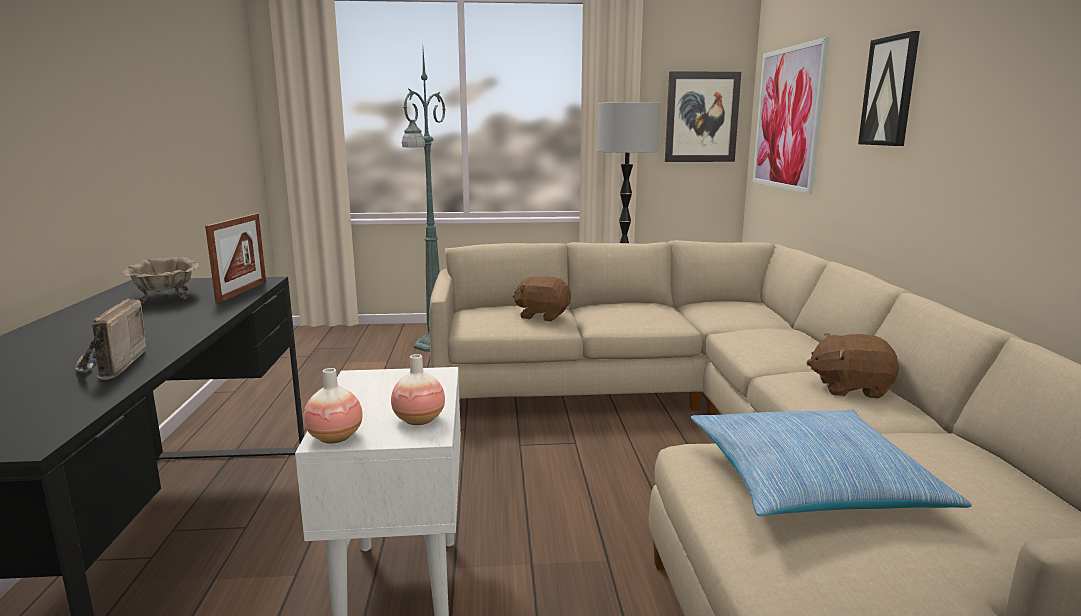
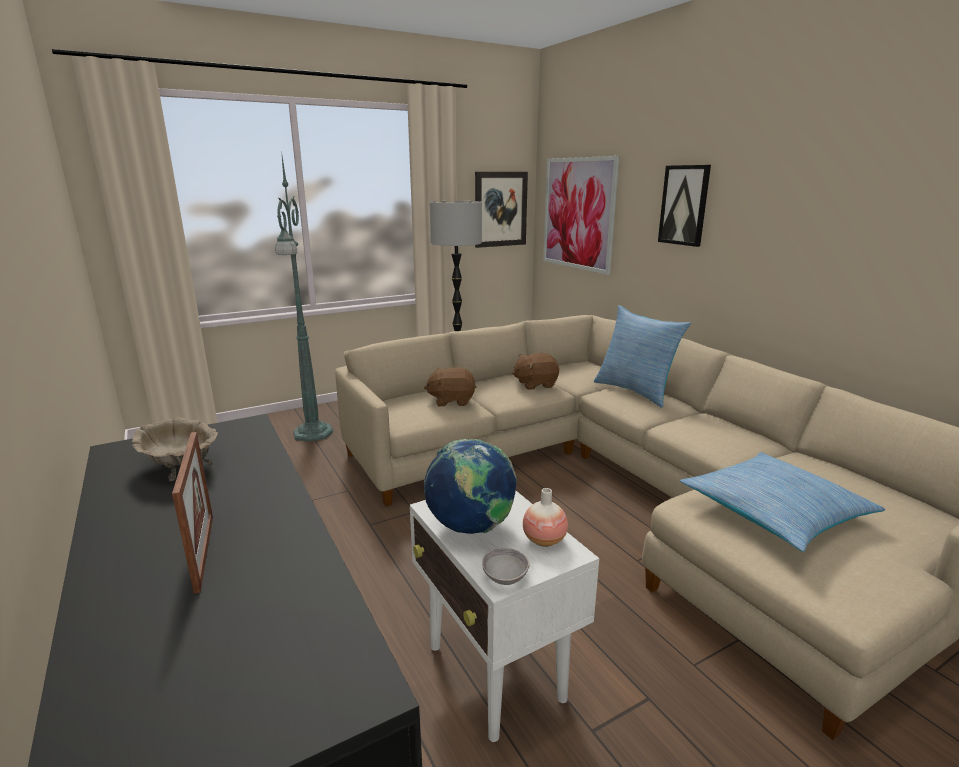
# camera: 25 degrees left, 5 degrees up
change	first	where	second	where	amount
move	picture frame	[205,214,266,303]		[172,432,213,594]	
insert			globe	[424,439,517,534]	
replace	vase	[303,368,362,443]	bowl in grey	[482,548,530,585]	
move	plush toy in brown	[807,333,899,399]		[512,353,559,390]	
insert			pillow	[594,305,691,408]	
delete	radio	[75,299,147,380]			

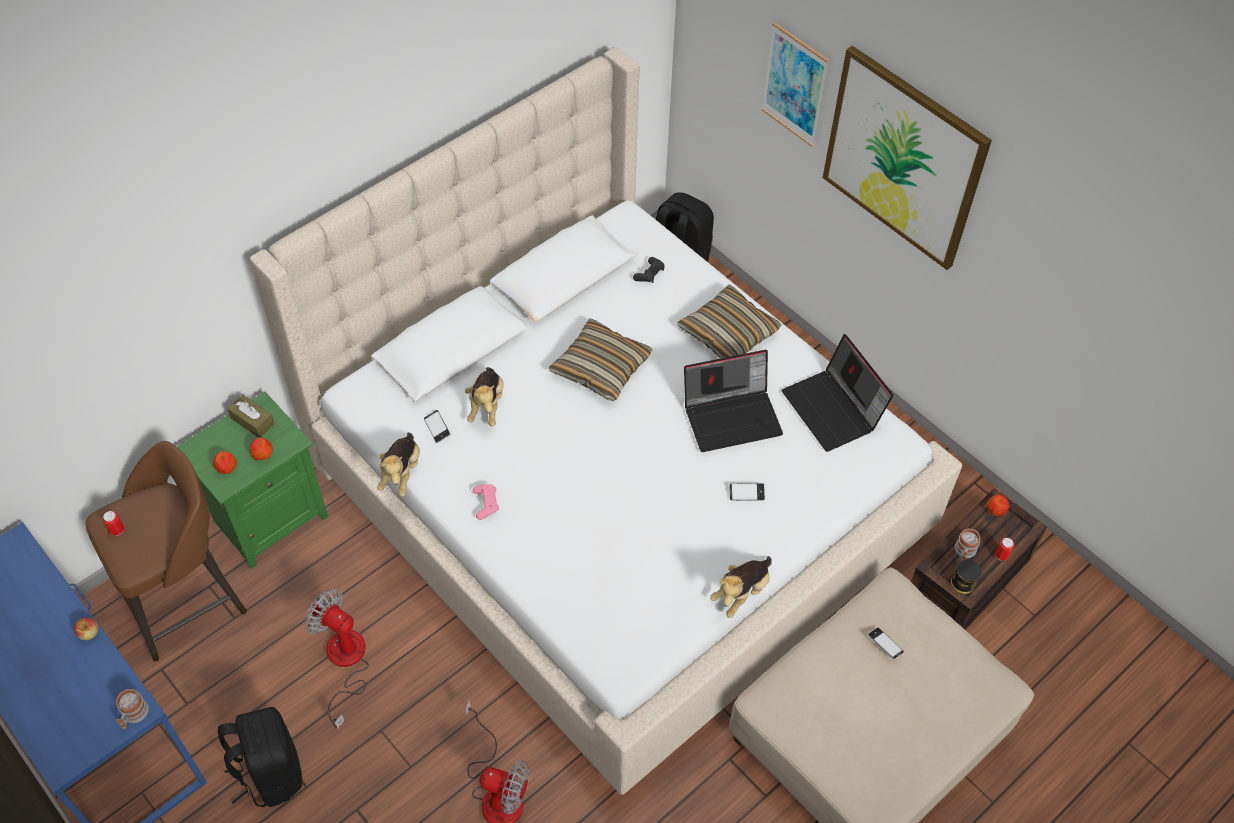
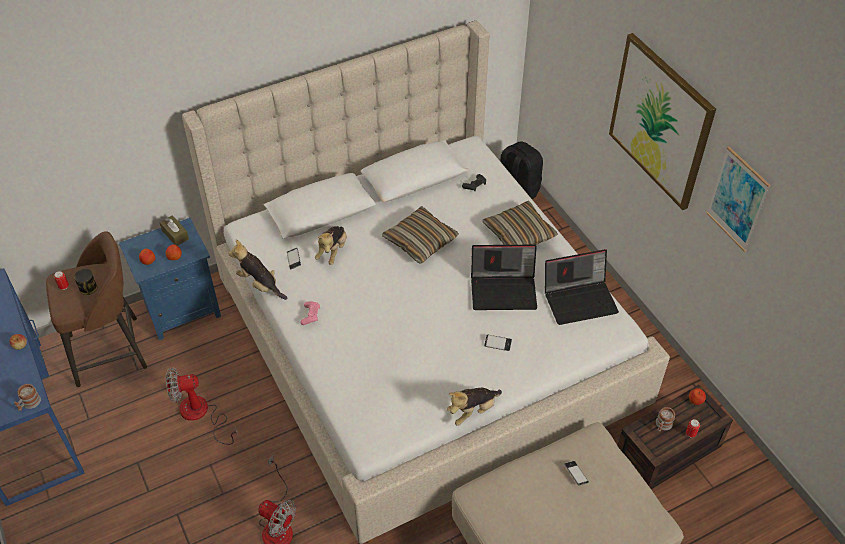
# camera: 15 degrees right, 5 degrees down
change	first	where	second	where	amount
move	can	[951,559,981,594]		[74,269,98,295]	
recolor	nightstand in green	[177,392,328,569]	nightstand in blue	[119,218,221,340]	
rotate	fan	[305,589,369,729]		[166,367,238,445]	60 degrees counterclockwise
rotate	plush toy	[377,432,420,497]		[229,240,288,300]	105 degrees clockwise
rotate	laptop	[781,334,893,452]		[545,249,619,325]	90 degrees counterclockwise
move	picture	[761,22,829,147]		[706,147,771,252]	
delete	backpack in black	[218,707,302,807]			

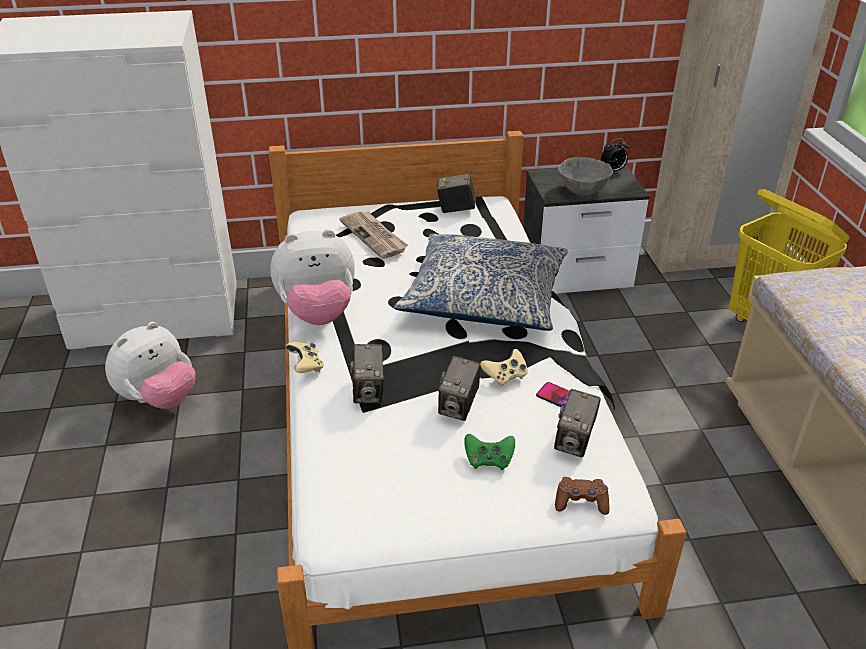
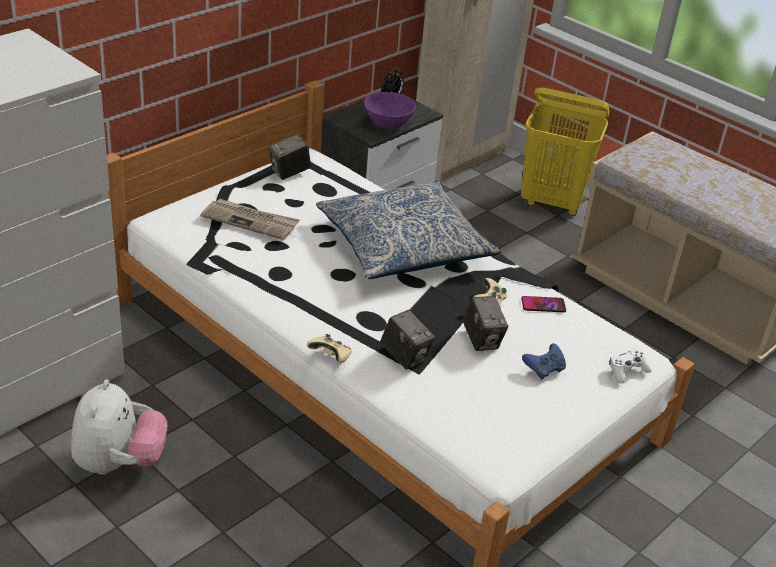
# camera: 40 degrees left, 0 degrees up
change	first	where	second	where	amount
recolor	bowl in grey	[558,157,613,195]	bowl in purple	[364,92,416,129]	
recolor	game controller in green	[464,434,515,470]	game controller in blue	[522,343,566,380]	
recolor	game controller in brown	[555,477,610,515]	game controller in white	[609,349,652,383]	
delete	plush toy	[270,229,355,325]			
delete	photo camera	[554,389,601,458]			

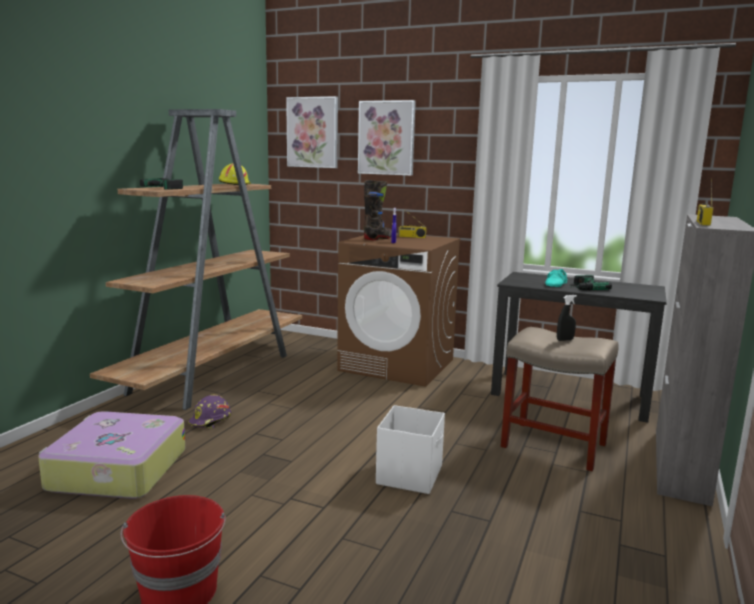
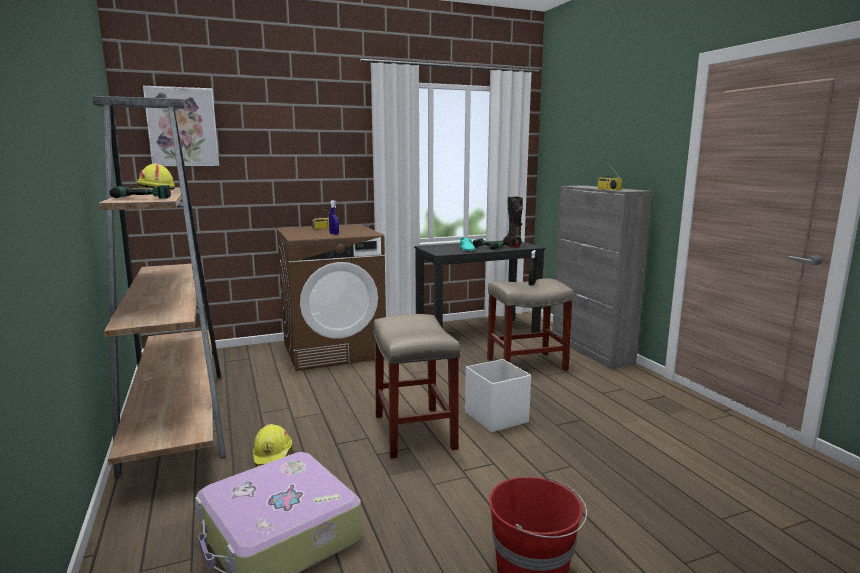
# camera: 45 degrees left, 0 degrees up
change	first	where	second	where	amount
recolor	hard hat in purple	[188,395,231,429]	hard hat in yellow	[253,424,293,466]	
insert			stool in beige	[373,314,460,459]	
move	boot in black	[364,180,392,241]		[503,197,523,248]	
delete	picture	[358,100,416,176]			

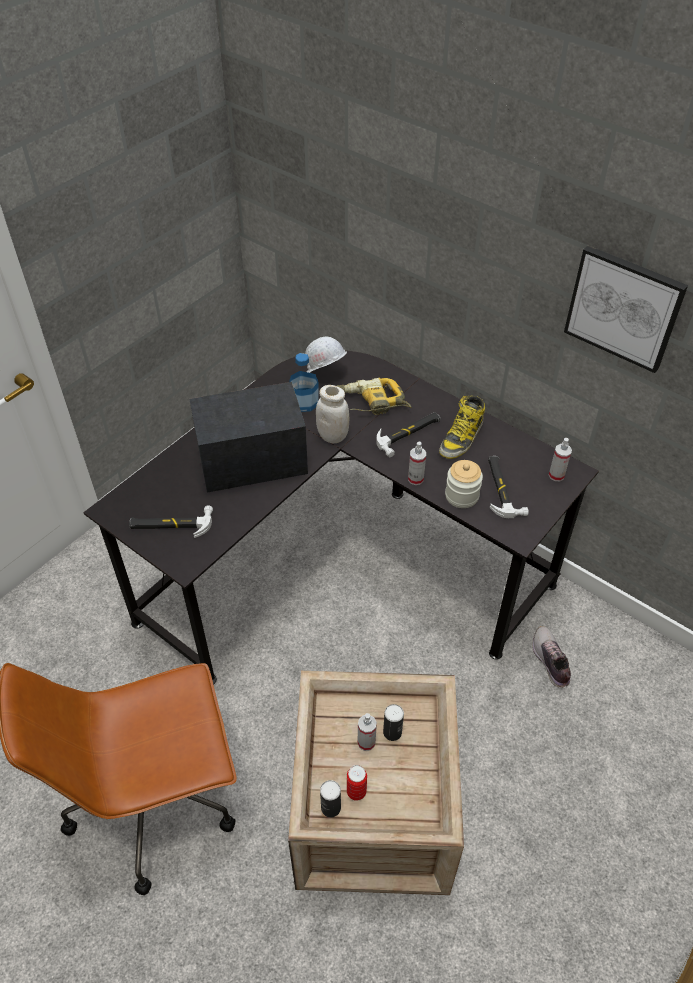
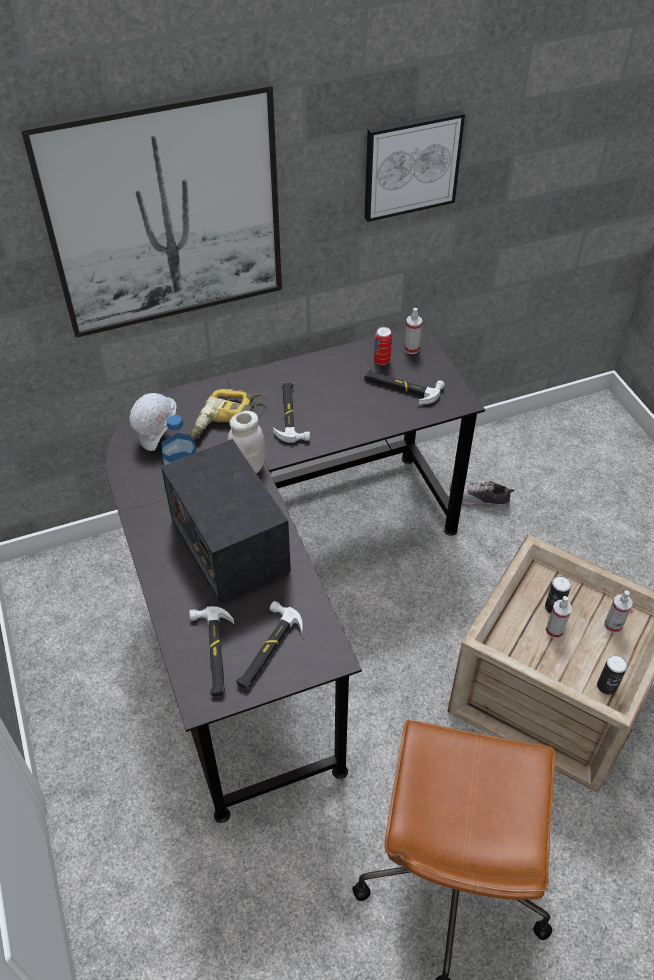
# camera: 60 degrees left, 0 degrees up
change	first	where	second	where	amount
insert			picture	[20,81,282,338]	
rotate	radio	[189,382,308,493]		[161,439,291,603]	45 degrees counterclockwise
insert			hammer	[189,606,234,696]	
move	can	[347,765,367,801]		[374,327,392,365]	
move	spray bottle	[408,442,426,485]		[604,590,633,633]	
delete	boot	[439,396,485,459]			
delete	jar	[445,460,483,508]			

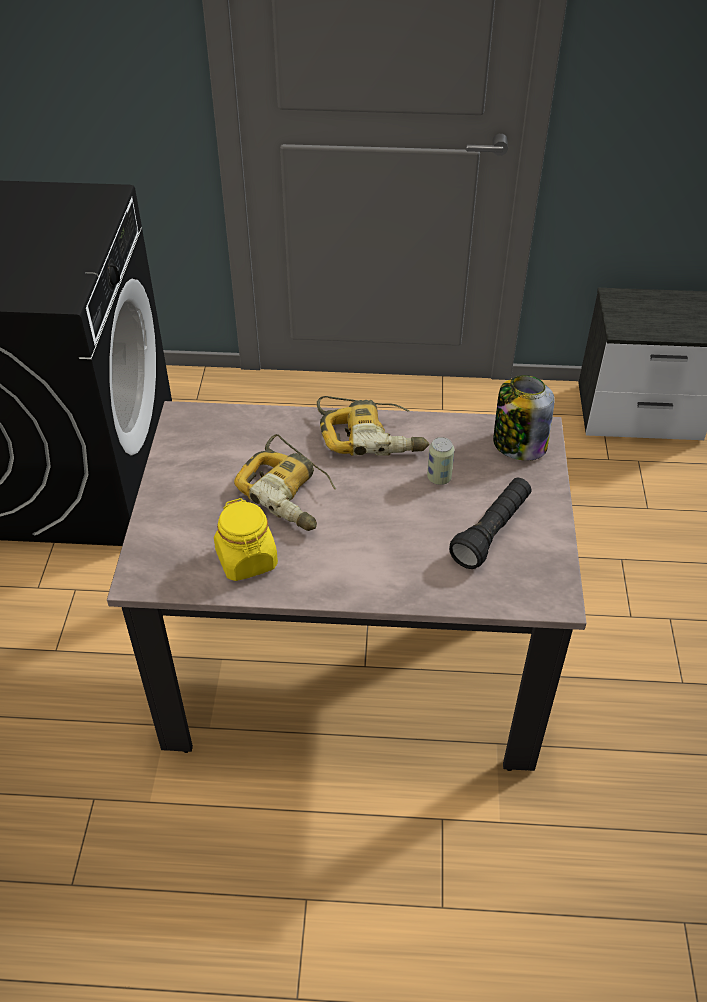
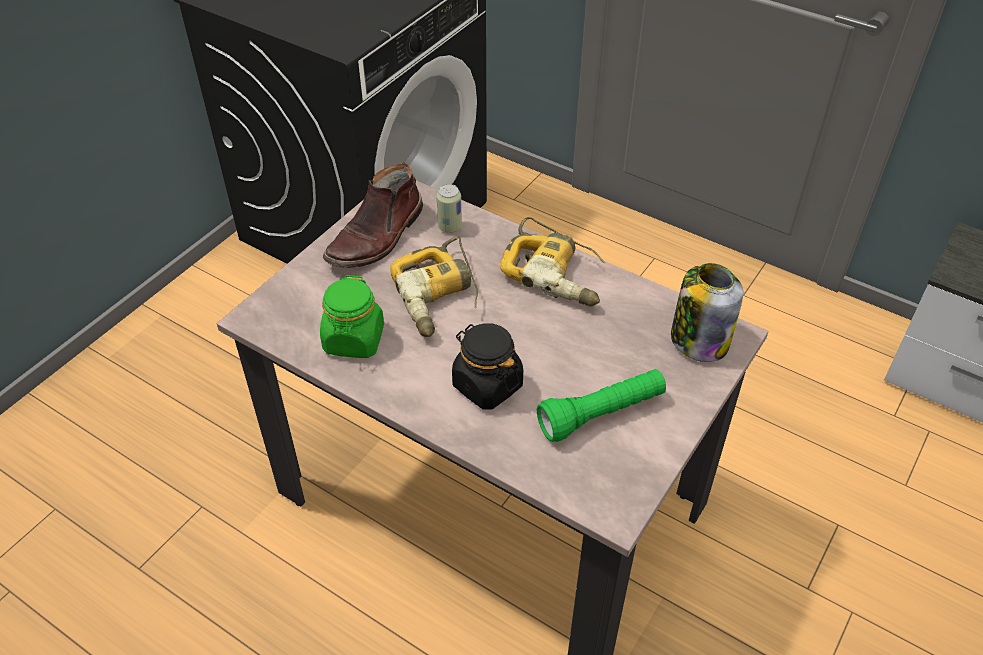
# camera: 30 degrees right, 0 degrees up
change	first	where	second	where	amount
recolor	jar in yellow	[214,498,278,581]	jar in green	[320,275,384,358]	
insert			boot in brown	[323,163,423,268]	
move	can	[427,437,454,485]		[436,184,462,233]	
insert			jar in black	[452,323,523,410]	
recolor	flashlight in black	[449,478,531,569]	flashlight in green	[537,369,666,442]	

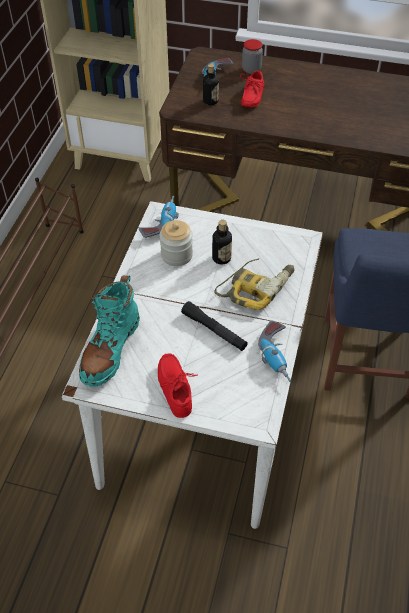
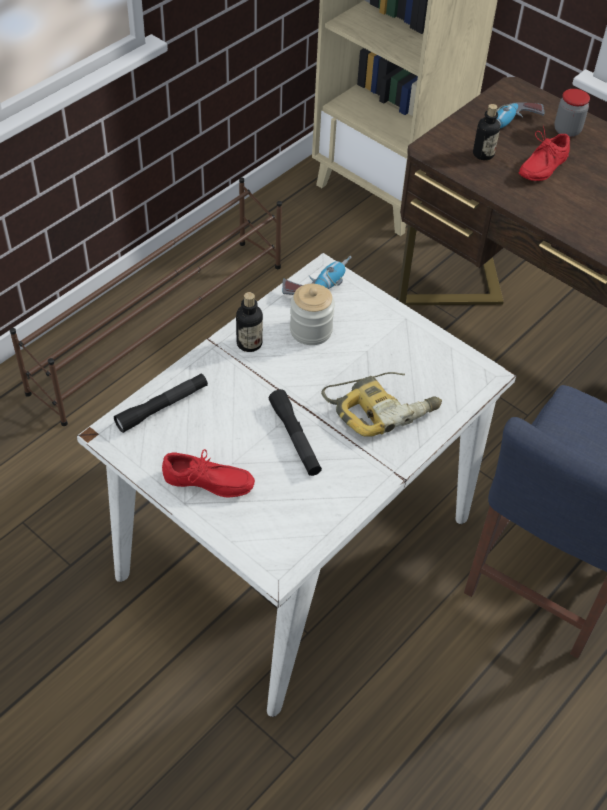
# camera: 25 degrees right, 0 degrees up
change	first	where	second	where	amount
replace	boot in turquoise	[79,276,140,387]	flashlight in black	[114,373,208,433]	
rotate	shoe in red	[158,354,198,418]		[162,449,255,497]	90 degrees clockwise
move	bottle	[212,220,232,265]		[236,292,263,352]	
delete	power drill	[258,320,291,382]			

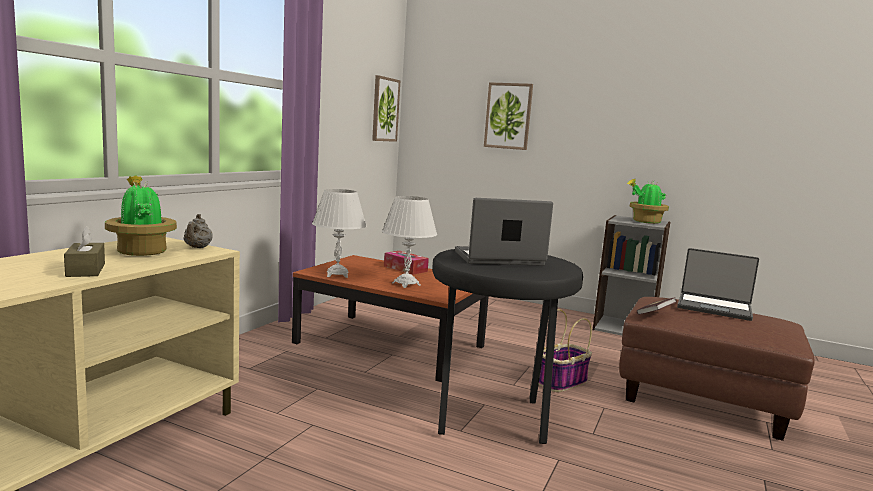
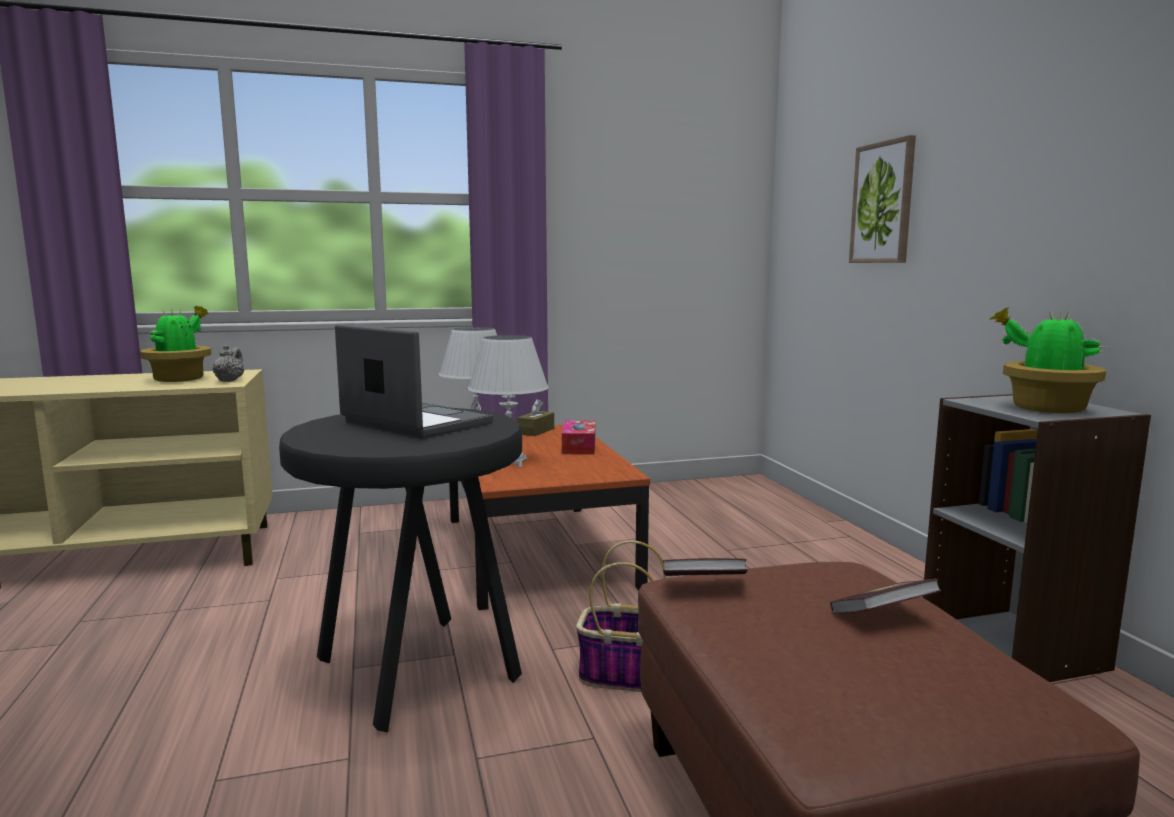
# camera: 50 degrees right, 0 degrees up
change	first	where	second	where	amount
rotate	teapot in grey	[183,214,213,248]		[213,345,244,382]	135 degrees clockwise
move	tissue box in brown	[64,226,105,277]		[517,399,554,436]	
replace	laptop	[677,248,759,321]	book	[830,579,942,614]	
delete	picture	[372,75,400,142]			

